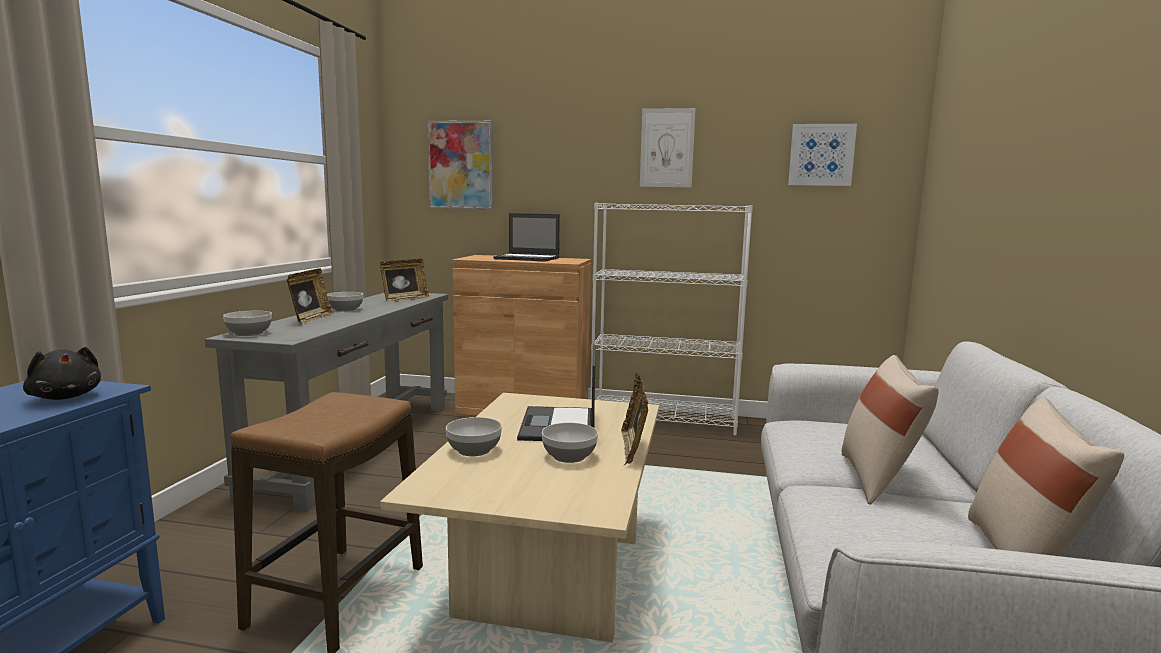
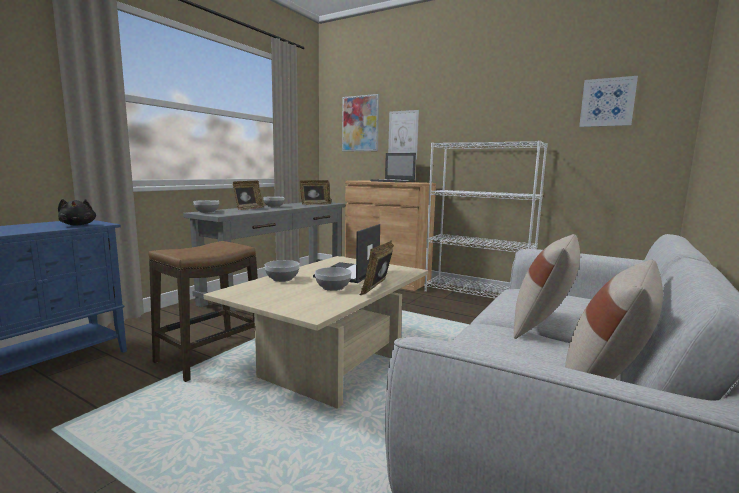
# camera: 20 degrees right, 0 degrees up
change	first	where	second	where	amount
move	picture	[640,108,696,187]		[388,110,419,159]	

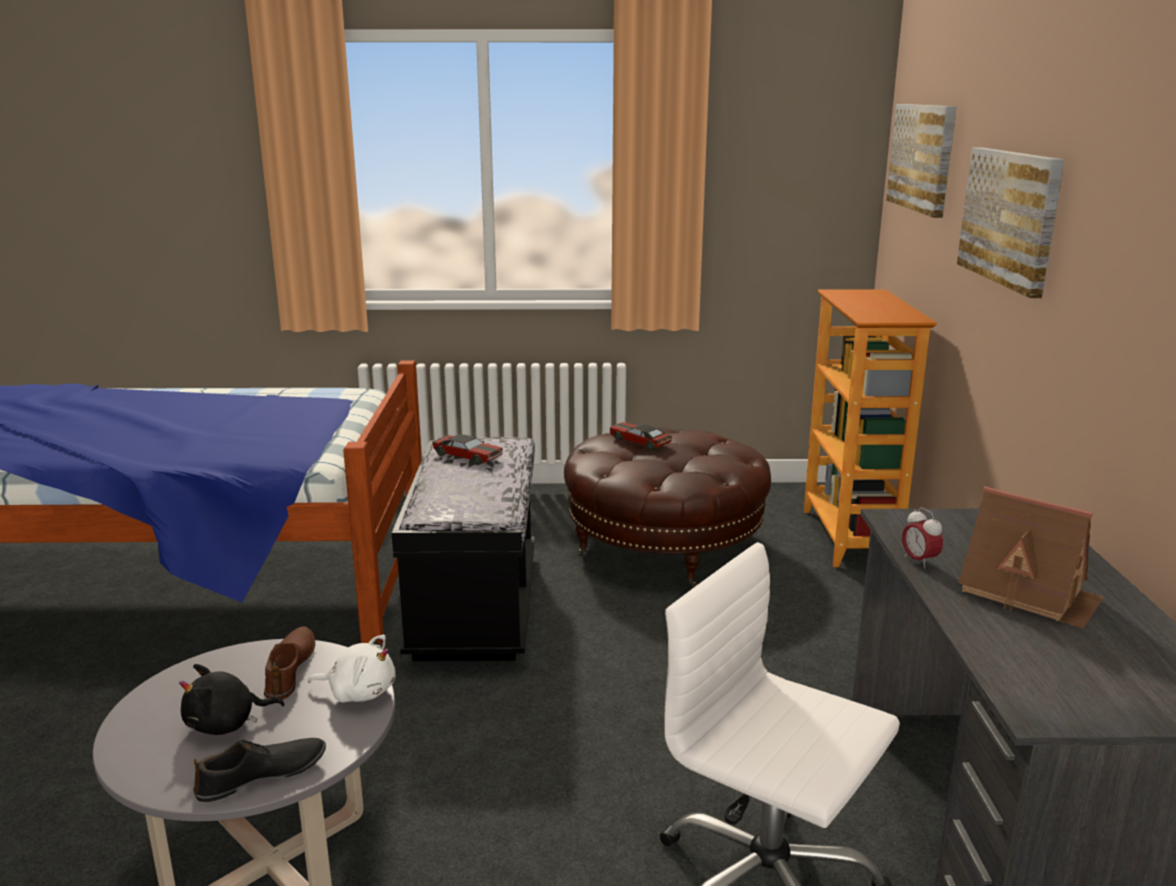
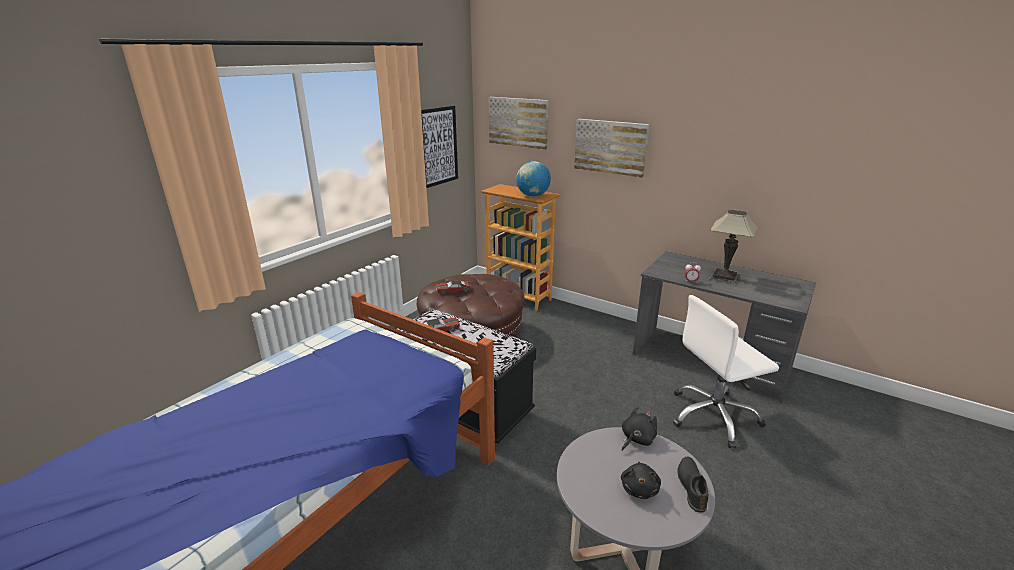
# camera: 55 degrees left, 5 degrees up
change	first	where	second	where	amount
insert			picture	[421,106,458,188]	
insert			globe	[516,161,551,197]	
recolor	plush toy in white	[308,635,396,703]	plush toy in black	[622,407,657,451]	
replace	toy house	[958,487,1104,628]	table lamp	[708,209,758,286]	
delete	shoe in brown	[264,626,315,700]			

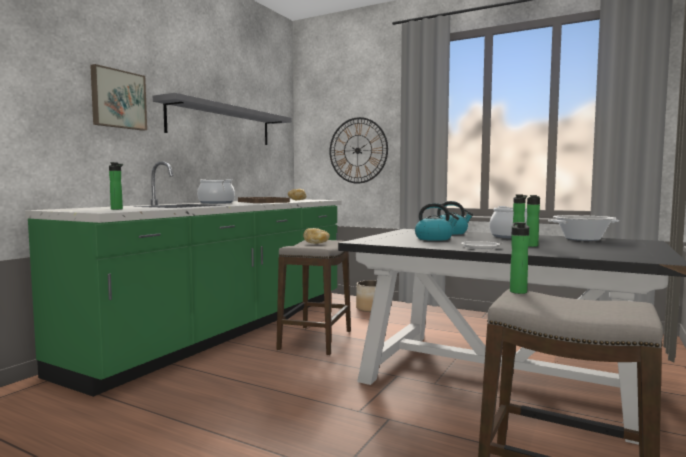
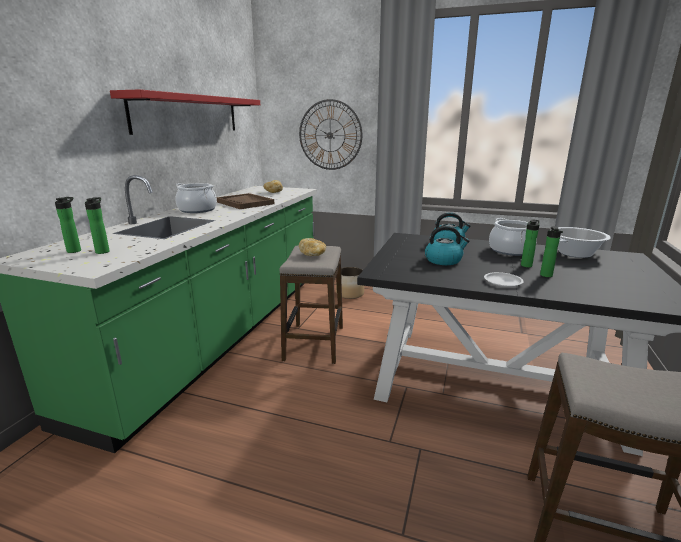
# camera: 10 degrees left, 15 degrees up
change	first	where	second	where	amount
move	bottle	[510,222,529,294]		[55,197,81,253]	
recolor	shelf in grey	[153,93,292,145]	shelf in red	[110,89,260,135]	
delete	picture	[90,64,147,131]			

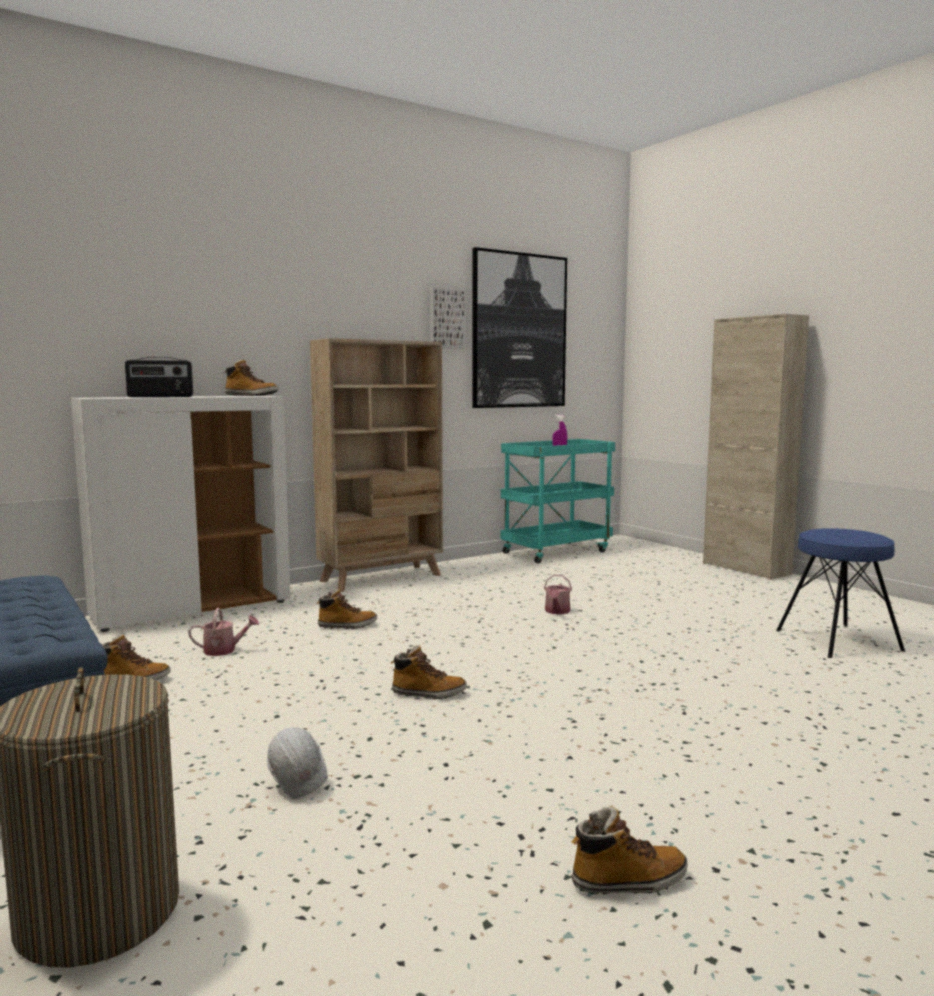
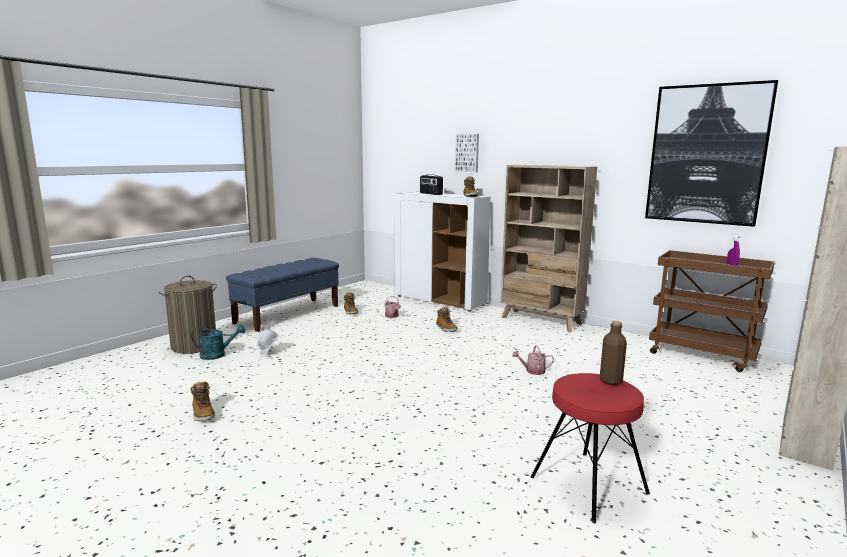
# camera: 70 degrees right, 5 degrees up
change	first	where	second	where	amount
insert			watering can in turquoise	[191,324,245,360]	
move	picture	[430,287,465,348]		[455,134,479,172]	
recolor	stool in blue	[776,528,905,658]	stool in red	[531,373,650,523]	
insert			bottle in brown	[600,320,627,385]	
recolor	cart in turquoise	[501,439,615,563]	cart in brown	[649,250,775,372]	
delete	boot	[391,645,467,699]			

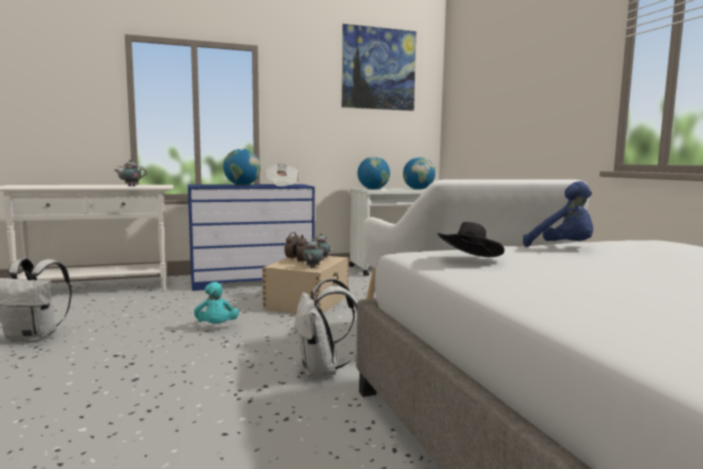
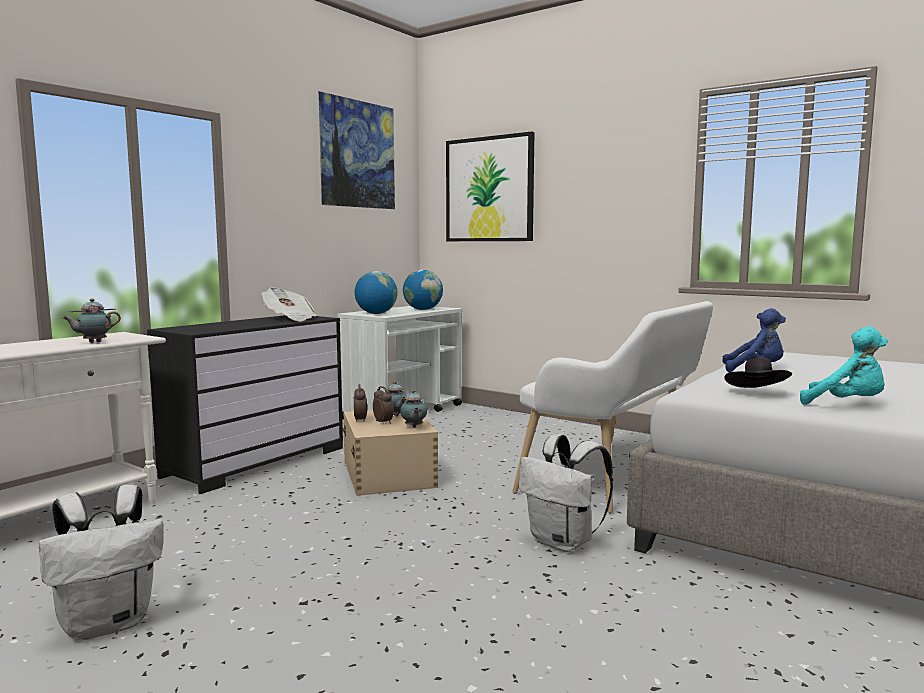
# camera: 35 degrees left, 0 degrees up
change	first	where	second	where	amount
recolor	dresser in blue	[188,184,315,291]	dresser in black	[147,315,343,494]	
insert			picture	[446,131,534,241]	
move	plush toy in turquoise	[194,282,239,324]		[800,327,888,405]	
delete	globe	[223,149,261,185]			

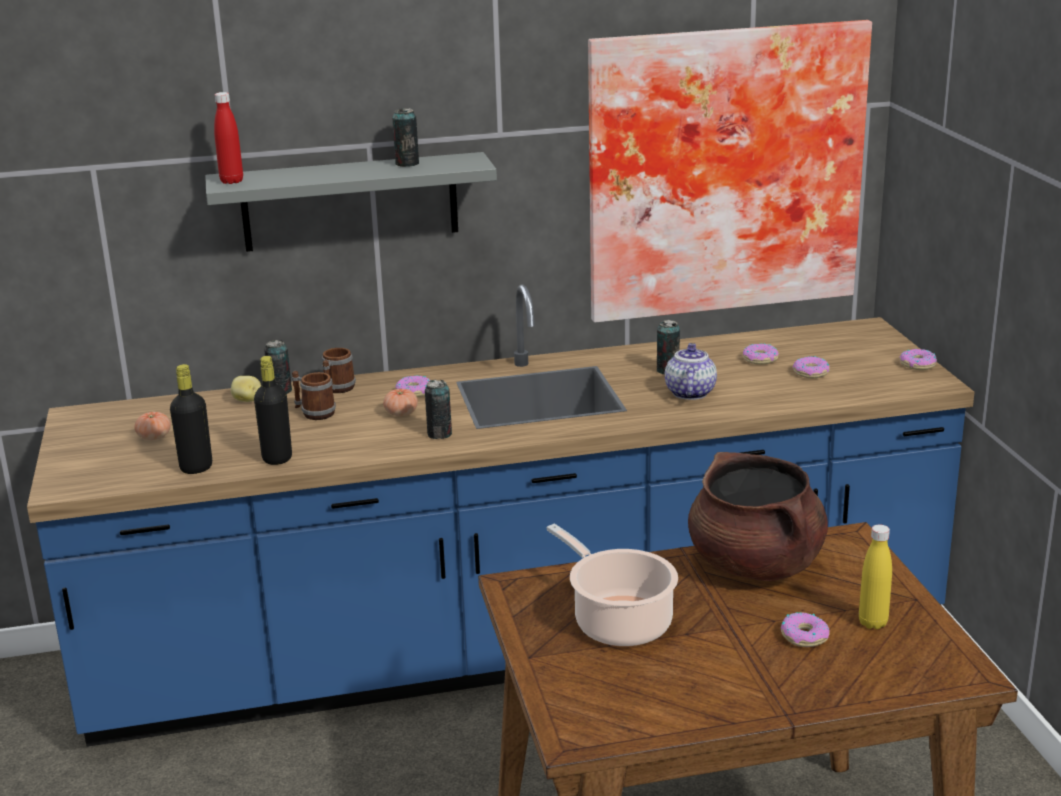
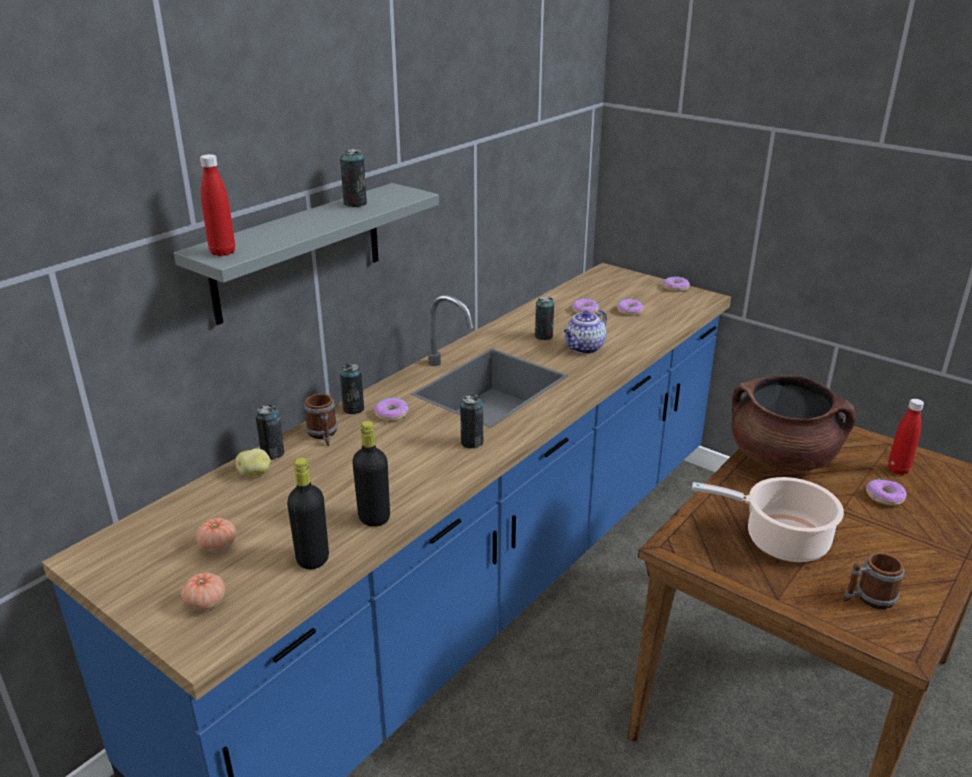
# camera: 40 degrees left, 5 degrees up
change	first	where	second	where	amount
move	tomato	[383,389,418,416]		[181,572,225,611]	
insert			can	[340,363,364,414]	
rotate	teapot	[665,343,717,400]		[564,310,607,354]	105 degrees counterclockwise
move	mug	[292,371,336,420]		[843,552,905,609]	
recolor	bottle in yellow	[859,524,892,629]	bottle in red	[888,399,924,475]	
delete	picture	[588,20,872,323]			

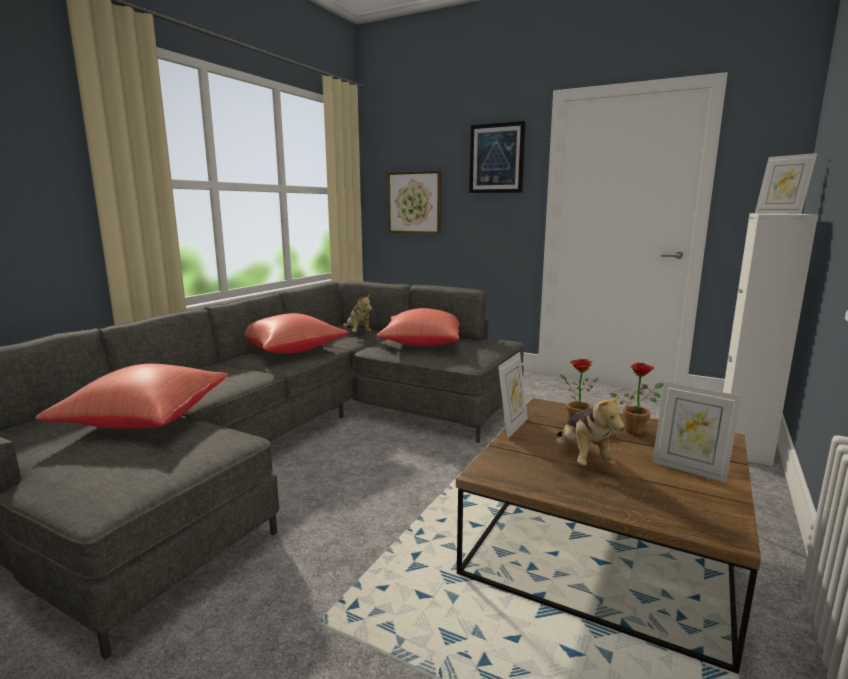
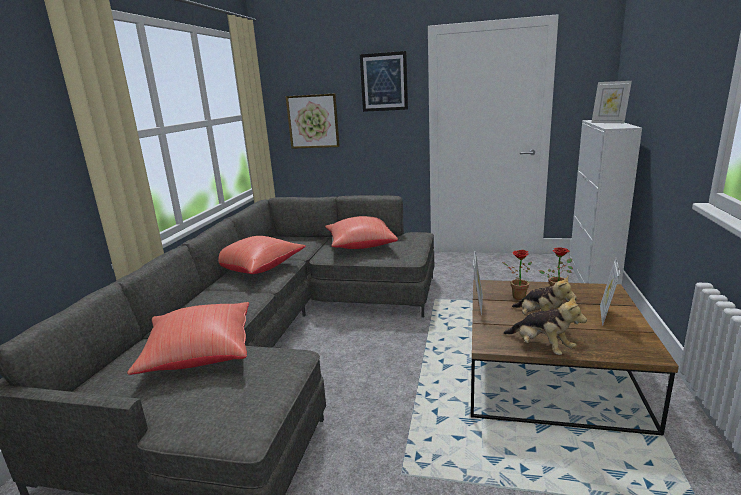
# camera: 15 degrees left, 5 degrees up
change	first	where	second	where	amount
move	plush toy	[343,294,372,332]		[503,295,587,355]	
rotate	picture frame	[652,382,742,483]		[600,257,620,326]	90 degrees clockwise

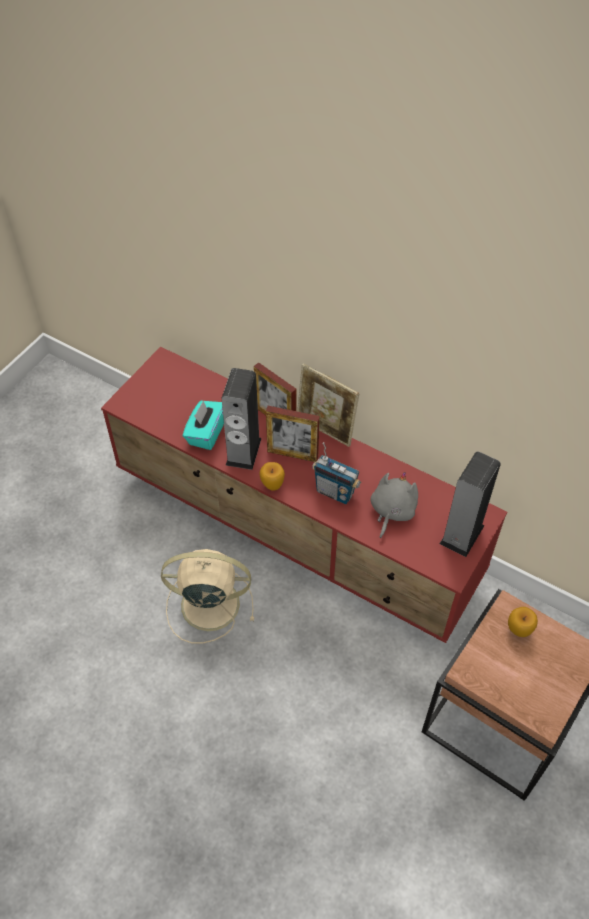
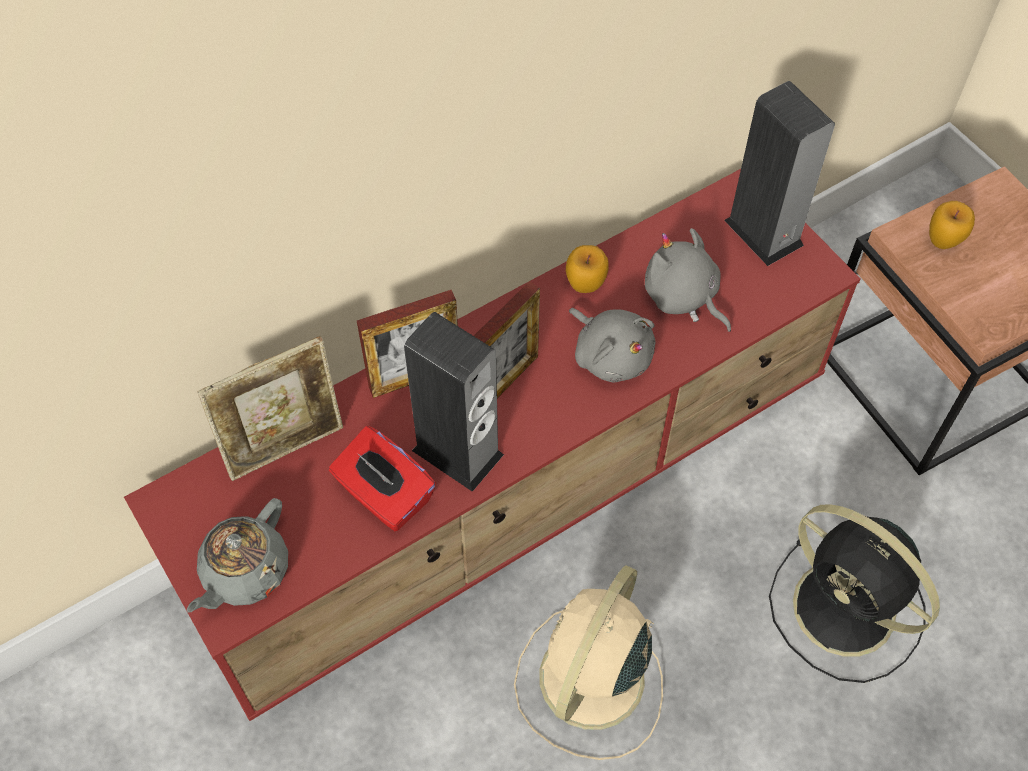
# camera: 65 degrees left, 5 degrees up
change	first	where	second	where	amount
insert			teapot in grey	[187,498,288,613]	
move	picture frame	[297,364,359,447]		[197,336,343,481]	
recolor	tissue box in turquoise	[183,401,224,450]	tissue box in red	[329,426,436,531]	
move	apple	[260,462,285,491]		[566,245,609,293]	
replace	radio	[312,442,361,504]	plush toy in grey	[569,308,655,383]	
insert			fan in black	[769,504,940,683]	

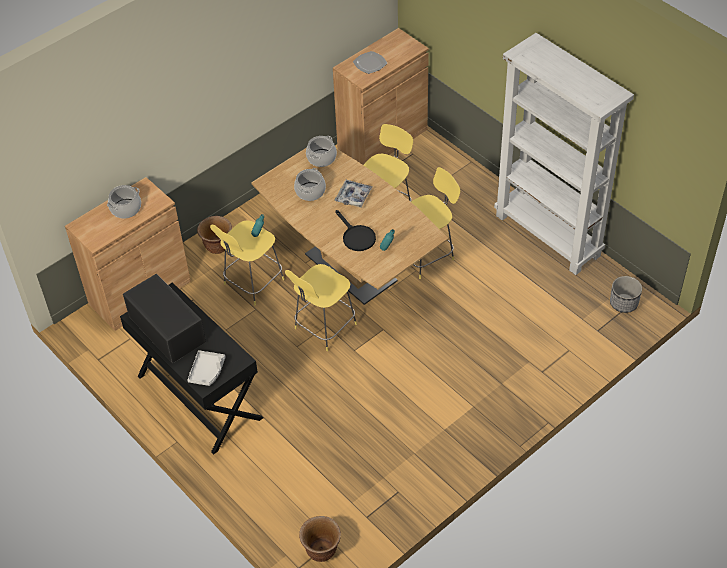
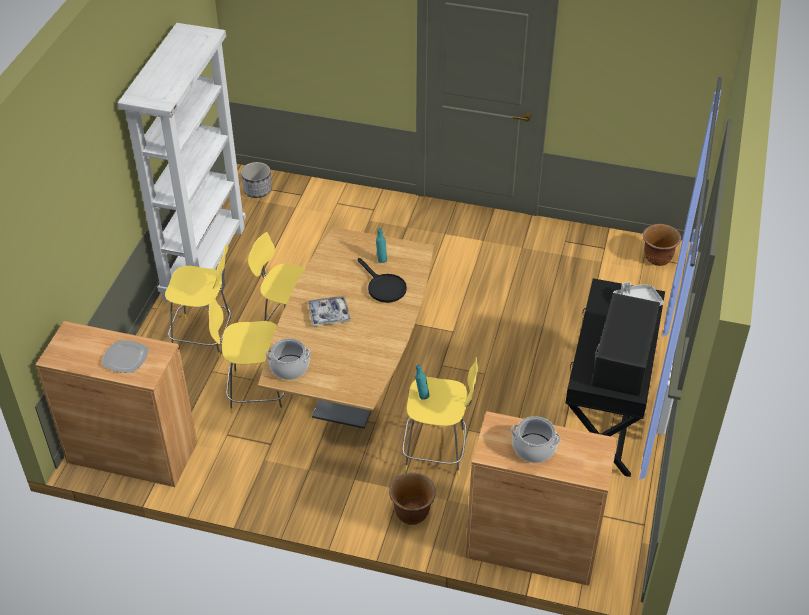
# camera: 125 degrees left, 5 degrees down
change	first	where	second	where	amount
move	stool in yellow	[285,264,357,351]		[165,244,233,358]	
rotate	frying pan in black	[335,210,376,251]		[358,258,407,303]	120 degrees clockwise
delete	cooking pot	[294,168,326,201]			

